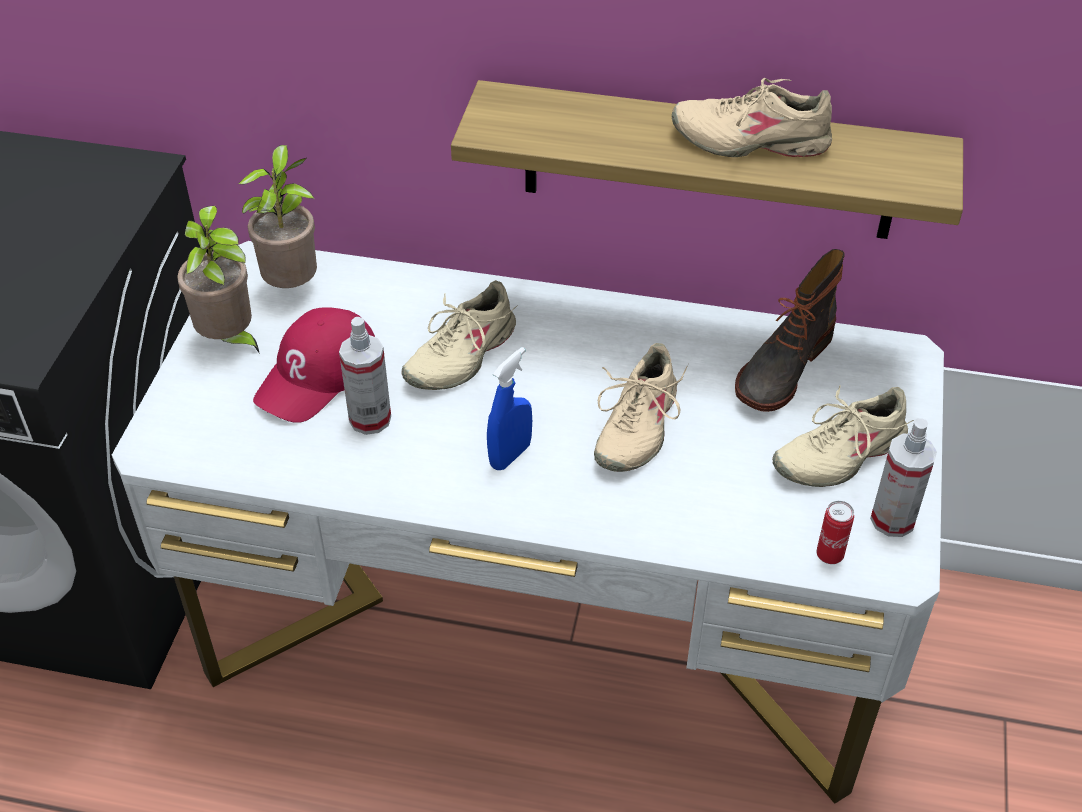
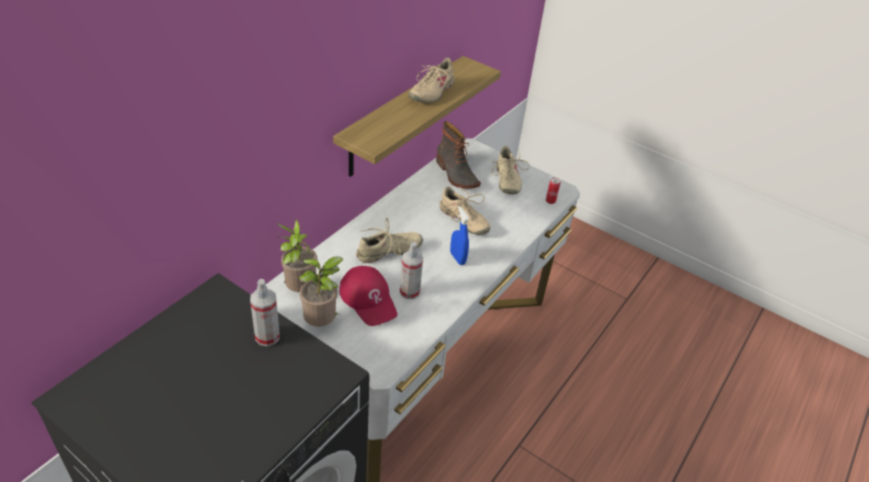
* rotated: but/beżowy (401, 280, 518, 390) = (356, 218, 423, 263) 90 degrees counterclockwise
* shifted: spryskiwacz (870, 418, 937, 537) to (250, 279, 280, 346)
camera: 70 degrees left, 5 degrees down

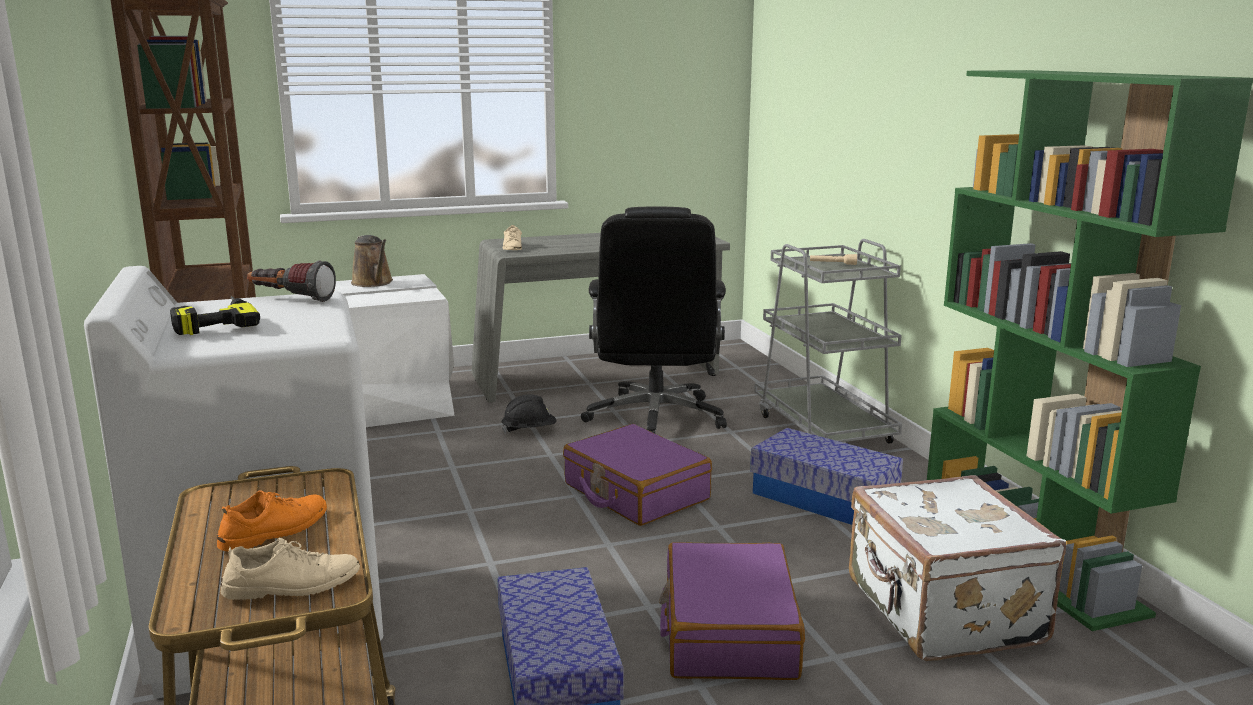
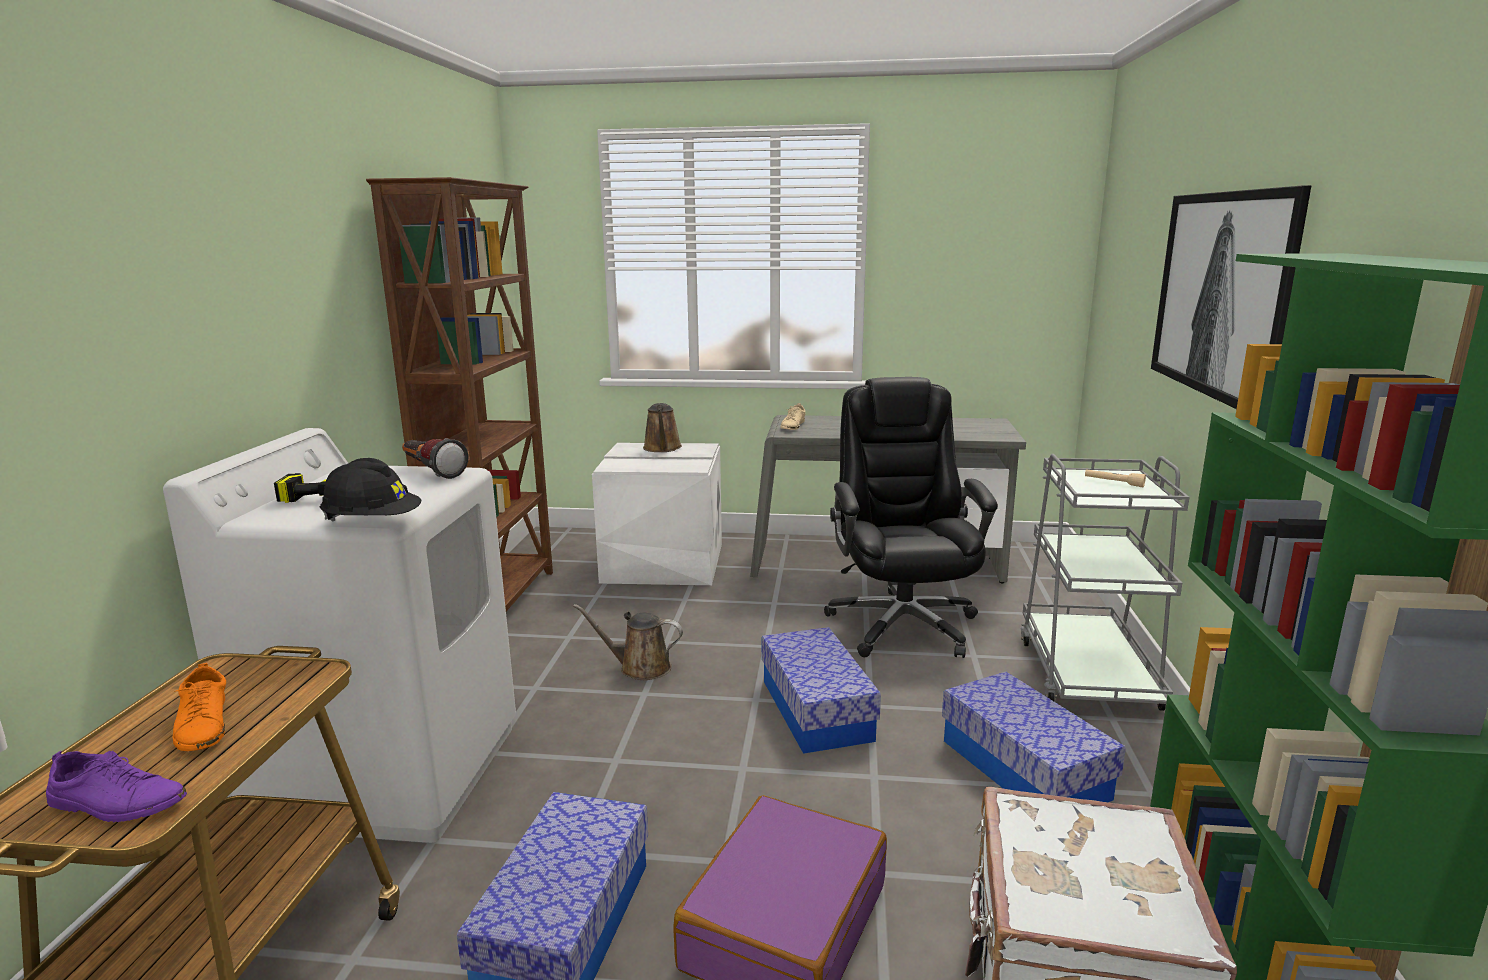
* rotated: but/pomarańczowy (217, 490, 327, 552) = (173, 663, 226, 751) 90 degrees clockwise
* repainted: but/beżowy (221, 538, 360, 600) to but/fioletowy (46, 750, 187, 822)
* shifted: kask/czarny (501, 395, 557, 434) to (320, 458, 421, 522)
* swapped: walizka/fioletowy (563, 424, 712, 526) to pojemnik do przechowywania (762, 627, 881, 754)
* rotated: krzesło biurowe/czarny (581, 206, 727, 433) = (824, 377, 998, 658) 150 degrees clockwise
* new: konewka/brązowy (573, 604, 683, 680)
* new: obraz (1151, 185, 1312, 409)
camera: 25 degrees right, 0 degrees up

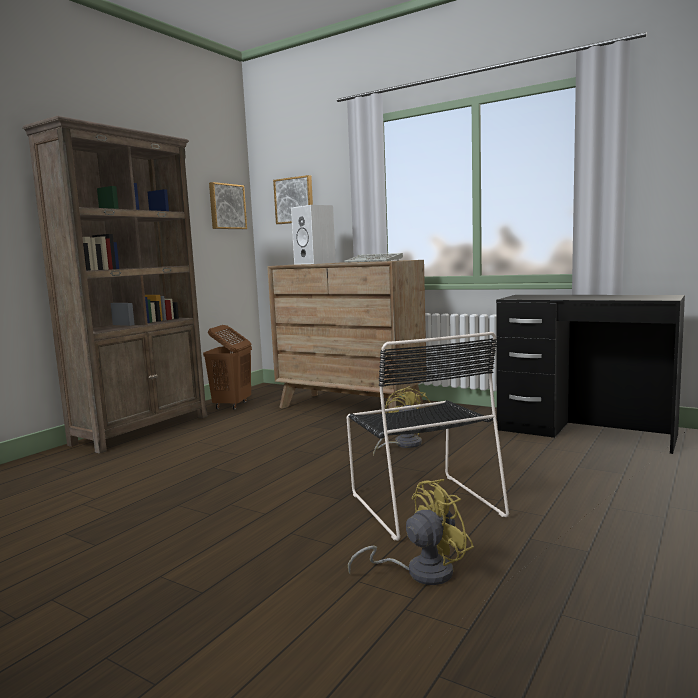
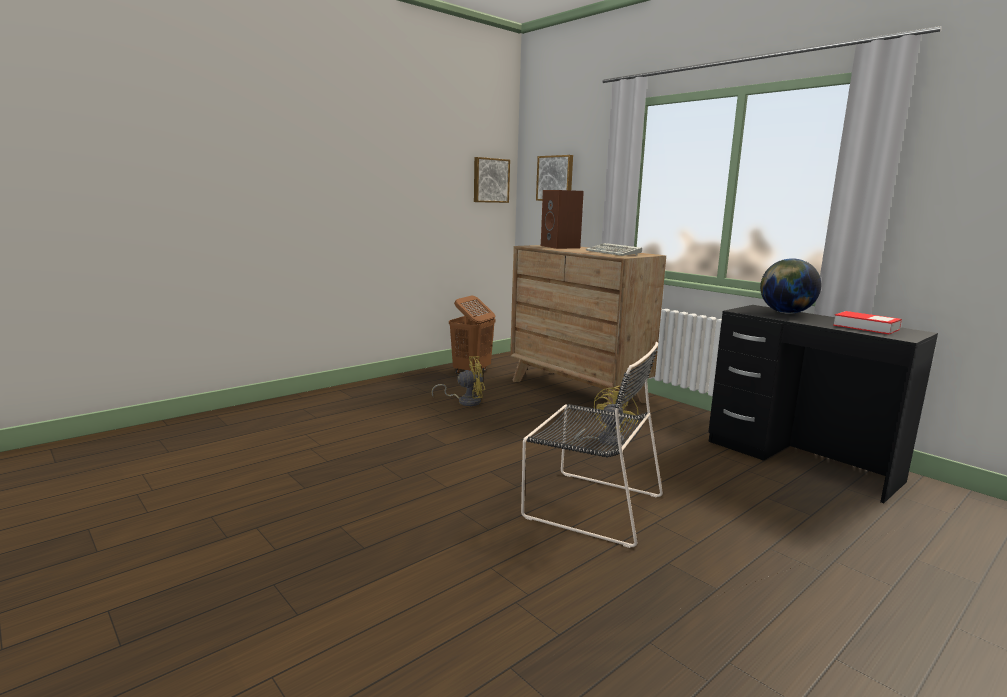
* gone: regał/brązowy (23, 116, 208, 454)
* repainted: głośnik/biały (291, 205, 336, 265) to głośnik/brązowy (541, 190, 584, 249)
* rotated: krzesło/czarny (347, 332, 509, 541) = (521, 342, 663, 548) 60 degrees counterclockwise
* shifted: wentylator/żółty (348, 479, 474, 585) to (431, 356, 485, 406)
* new: globus (760, 258, 821, 314)
* new: książka (833, 311, 902, 334)
camera: 15 degrees right, 5 degrees up

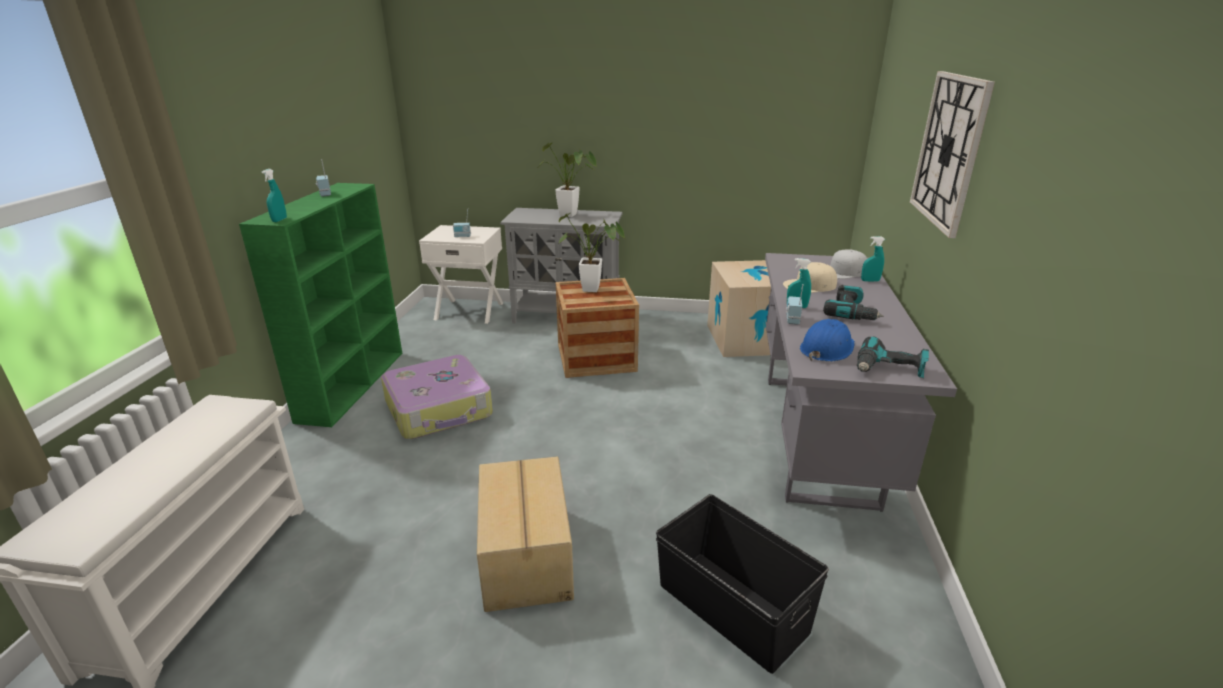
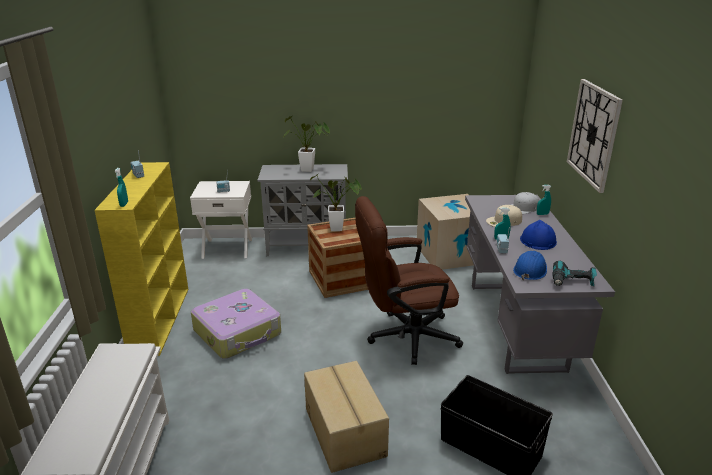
* repainted: regał/zielony (239, 183, 402, 427) to regał/żółty (94, 162, 188, 356)
* swapped: wiertarka (823, 285, 884, 320) to kask/niebieski (520, 220, 557, 250)
* new: krzesło biurowe/brązowy (355, 196, 463, 365)
camera: 10 degrees left, 0 degrees up

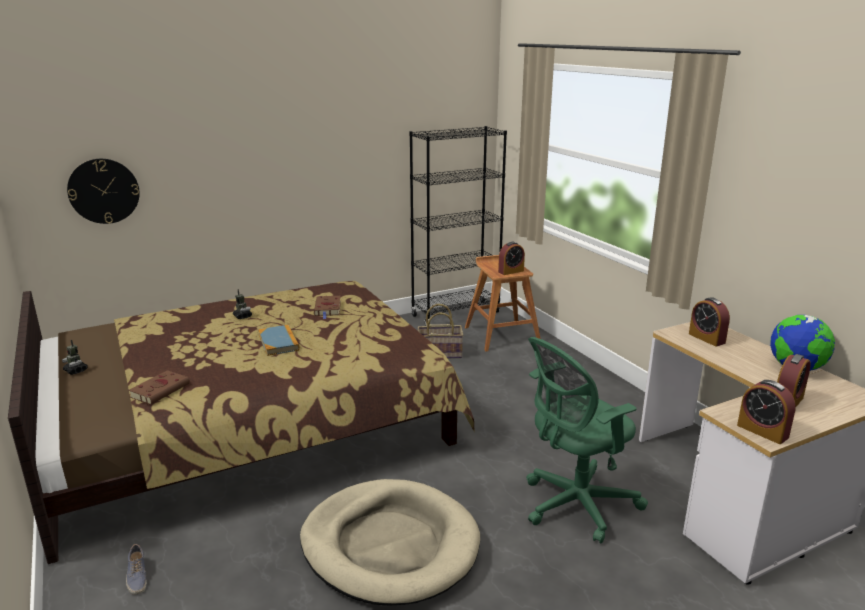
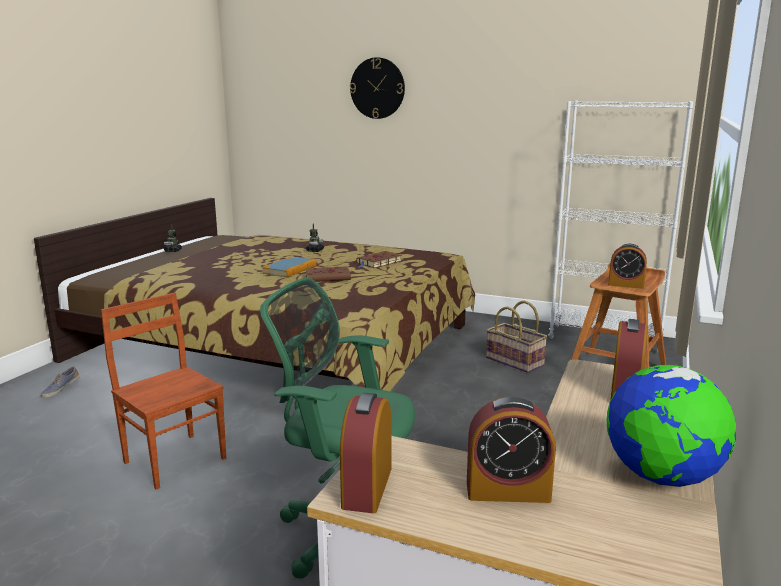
* shifted: zegar ścienny (67, 159, 140, 224) to (350, 57, 405, 119)
* shifted: książka/brązowy (128, 370, 190, 405) to (306, 266, 358, 282)
* swapped: legowisko/beżowy (300, 479, 480, 606) to krzesło/brązowy (101, 293, 226, 490)
* repainted: regał/czarny (409, 126, 507, 326) to regał/biały (548, 100, 693, 353)
camera: 50 degrees right, 5 degrees down

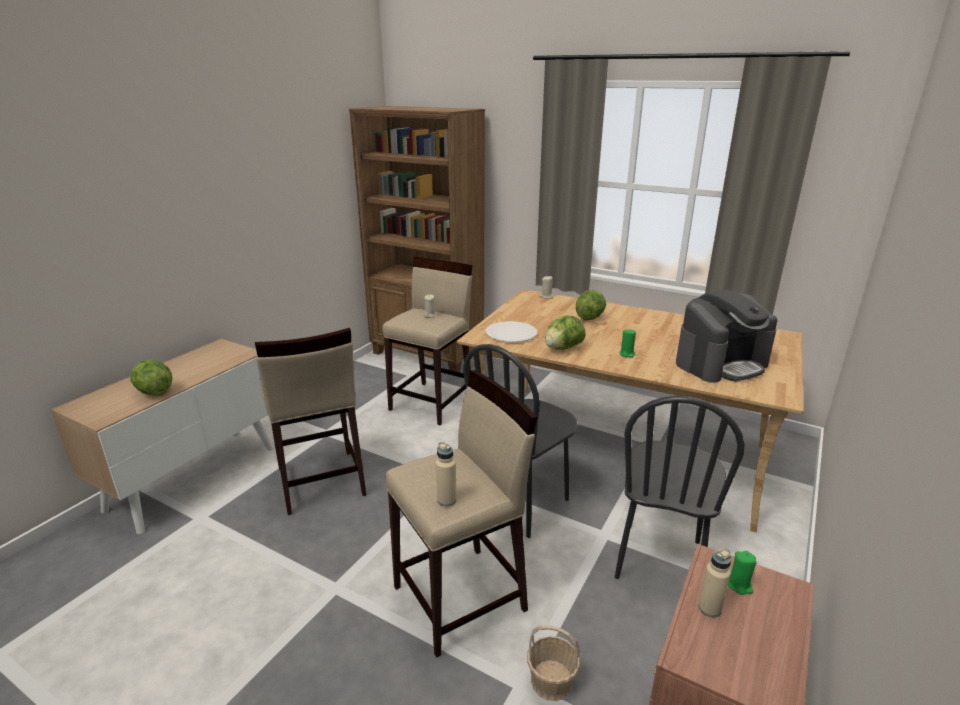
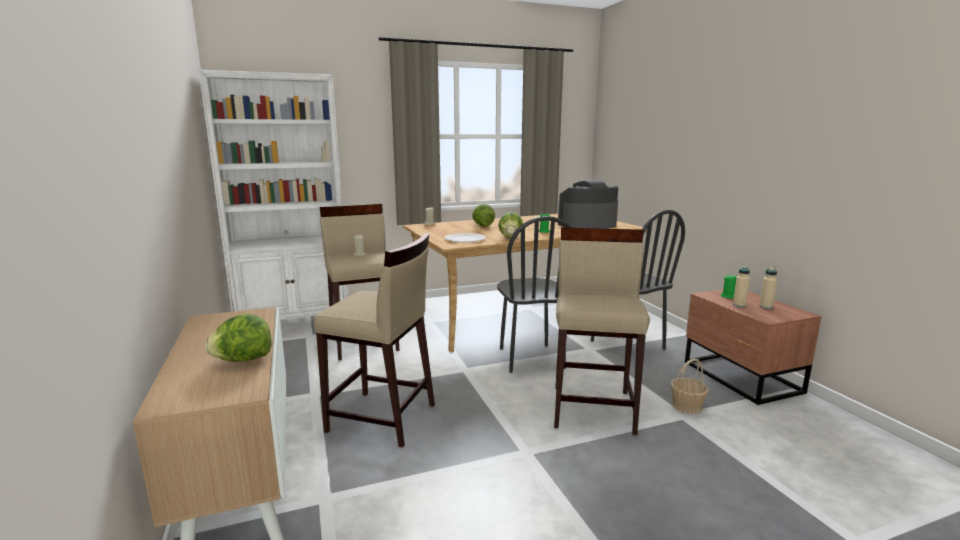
* repainted: regał/brązowy (349, 106, 485, 372) to regał/biały (199, 70, 349, 320)
* shifted: butelka/beżowy (436, 442, 457, 506) to (759, 267, 777, 309)
* rotated: ekspres do kawy (676, 290, 777, 383) = (558, 180, 618, 229) 120 degrees counterclockwise
camera: 50 degrees left, 10 degrees down

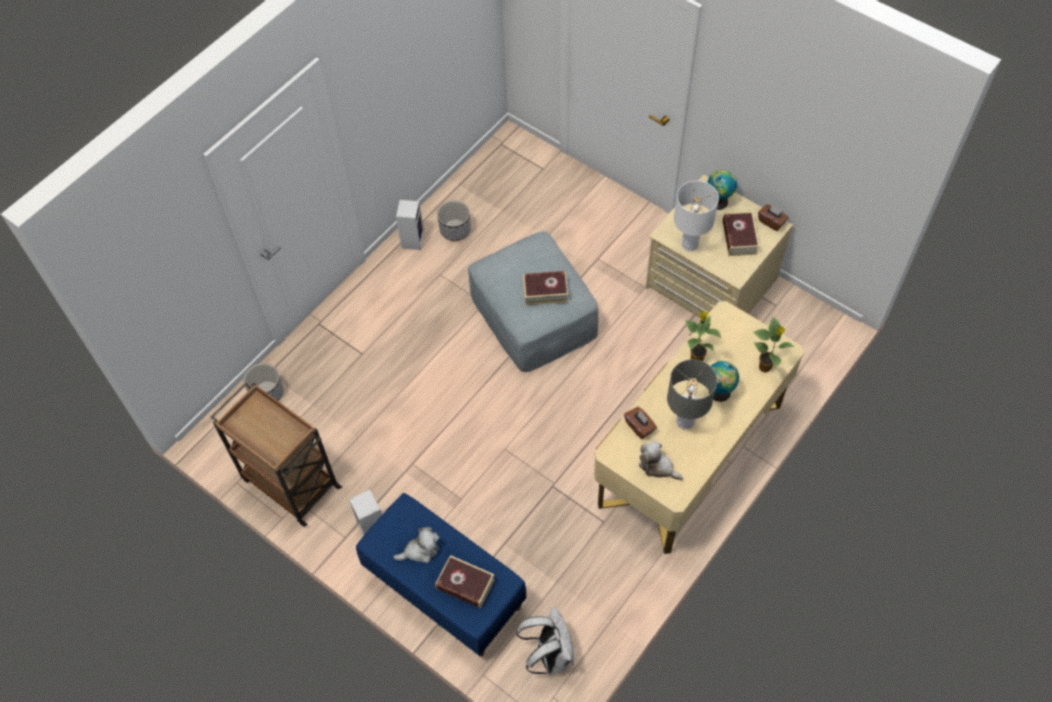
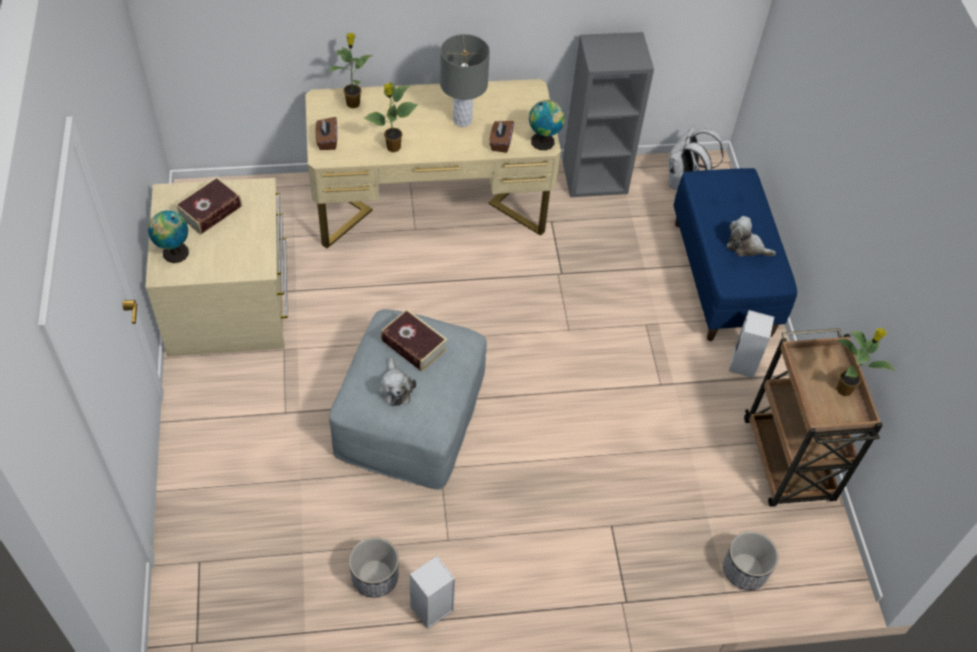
* gone: książka (435, 555, 495, 609)
* shifted: pluszak (639, 440, 683, 480) to (378, 358, 416, 406)
* gone: lampa stołowa/biały (674, 181, 719, 252)
* shifted: globus (709, 361, 739, 402) to (529, 100, 565, 150)
* shifted: pudełko chusteczek/brązowy (758, 204, 789, 231) to (315, 117, 337, 150)
* new: regał/szary (563, 32, 654, 197)
* new: roślina doniczkowa (836, 328, 895, 396)
camera: 140 degrees left, 5 degrees down

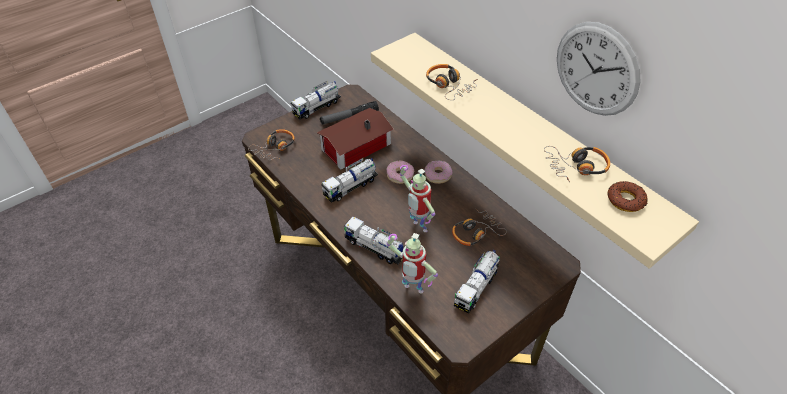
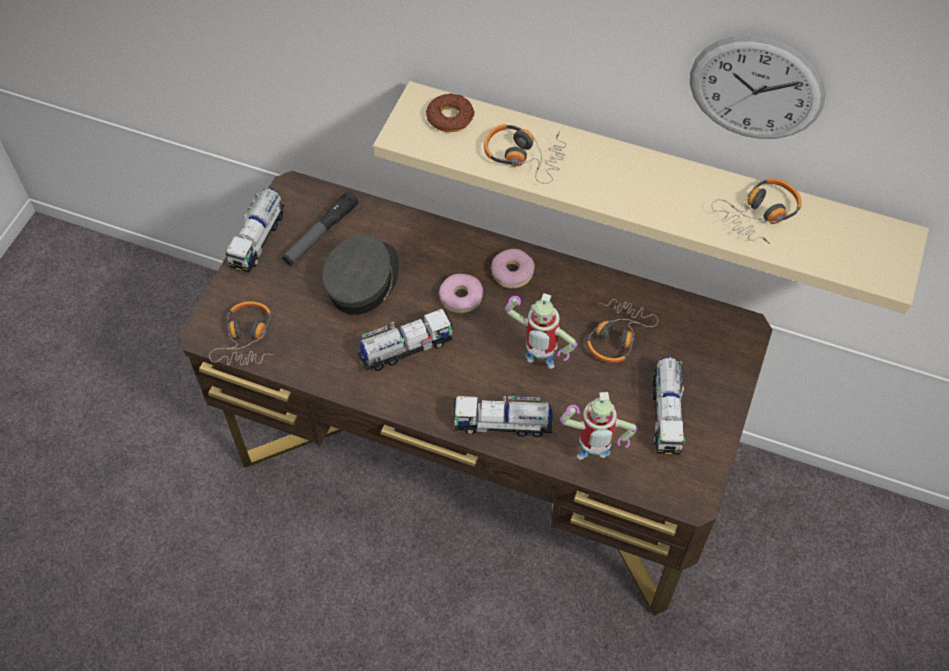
* swapped: domek (317, 108, 393, 169) to czapka z daszkiem/szary (322, 235, 399, 315)
* rotated: ciężarówka zabawkowa (321, 158, 378, 203) = (357, 309, 453, 371) 135 degrees counterclockwise
* shifted: donut (607, 181, 648, 212) to (426, 93, 475, 132)
camera: 30 degrees left, 10 degrees up

